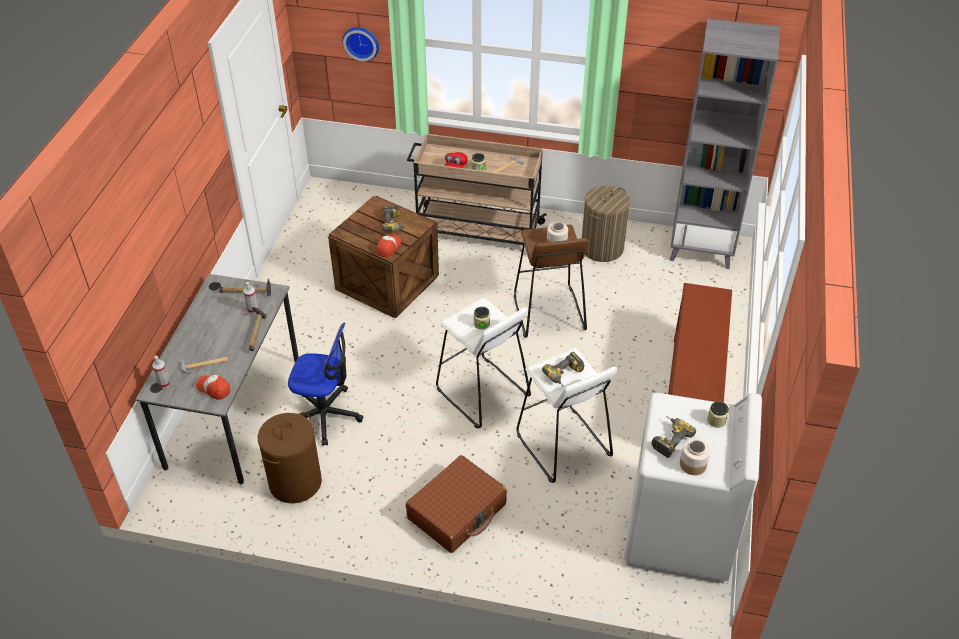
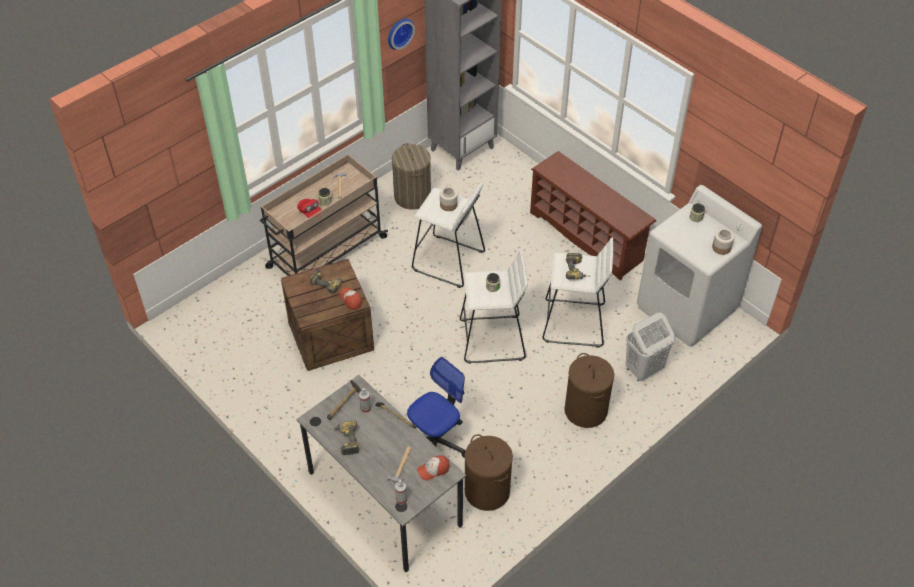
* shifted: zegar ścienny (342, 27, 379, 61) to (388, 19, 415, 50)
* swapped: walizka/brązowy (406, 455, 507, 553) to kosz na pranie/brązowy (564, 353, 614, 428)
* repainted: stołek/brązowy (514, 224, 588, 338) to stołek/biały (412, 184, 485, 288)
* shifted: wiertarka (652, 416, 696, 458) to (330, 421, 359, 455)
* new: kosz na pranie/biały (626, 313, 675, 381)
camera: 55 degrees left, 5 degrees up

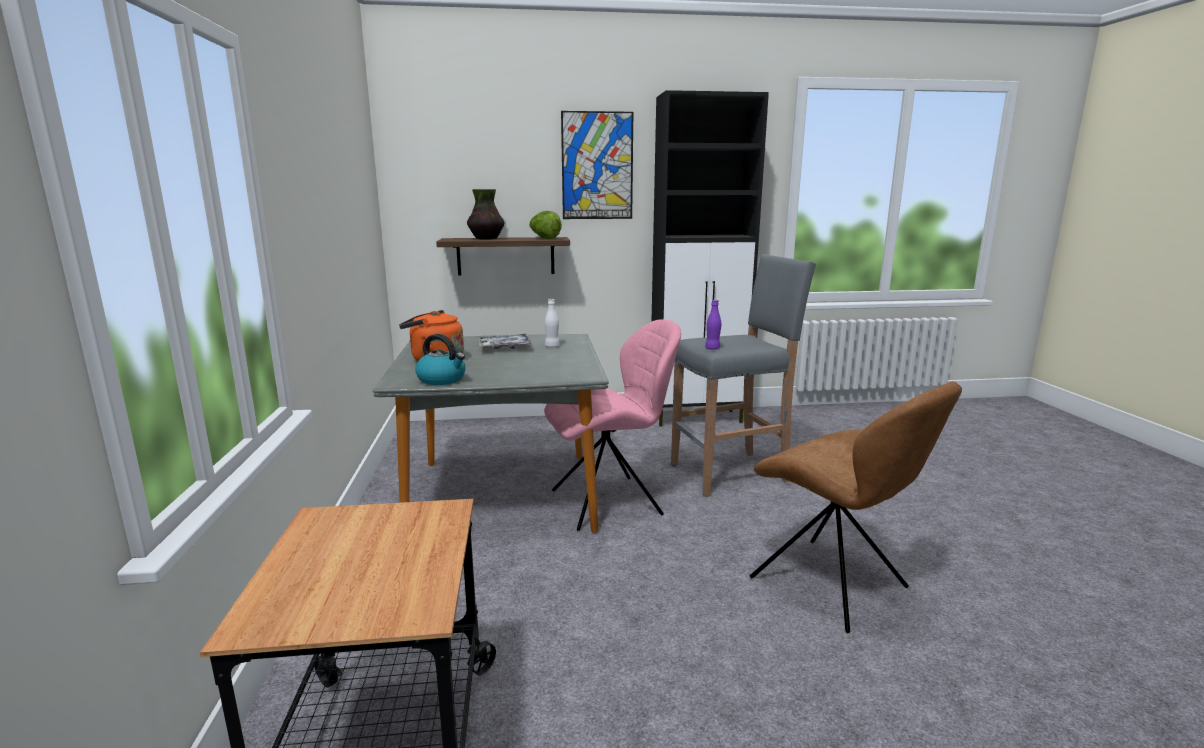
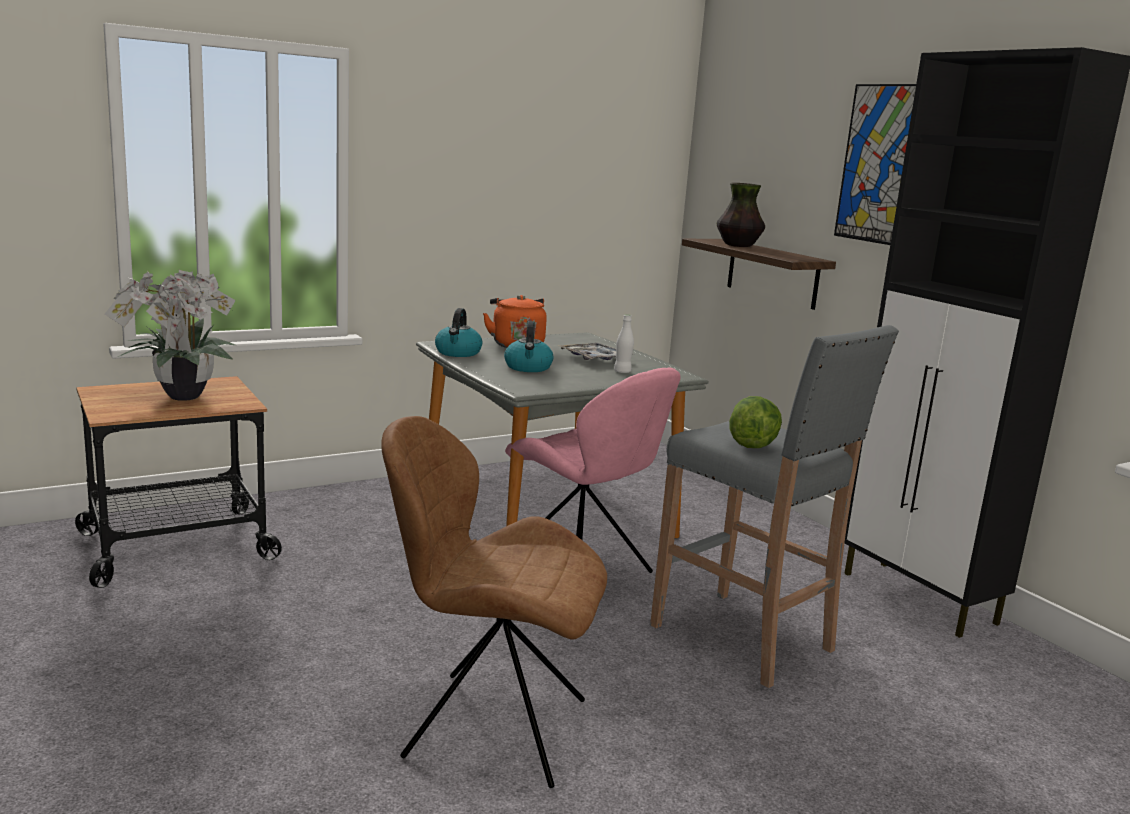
* shifted: sałata (529, 211, 562, 239) to (729, 396, 782, 448)
* gone: butelka/fioletowy (705, 300, 721, 350)
* rotated: krzesło/brązowy (750, 381, 962, 633) = (381, 416, 607, 788) 75 degrees clockwise
* new: roślina doniczkowa (105, 270, 236, 401)
* new: czajnik (504, 321, 554, 372)
camera: 65 degrees right, 0 degrees up

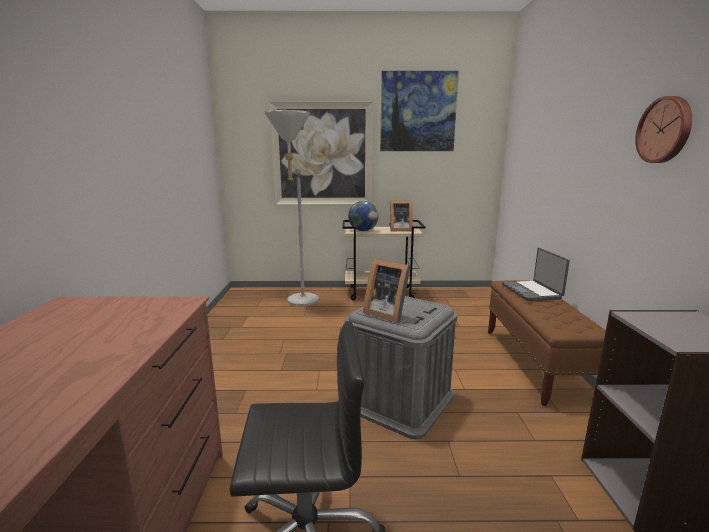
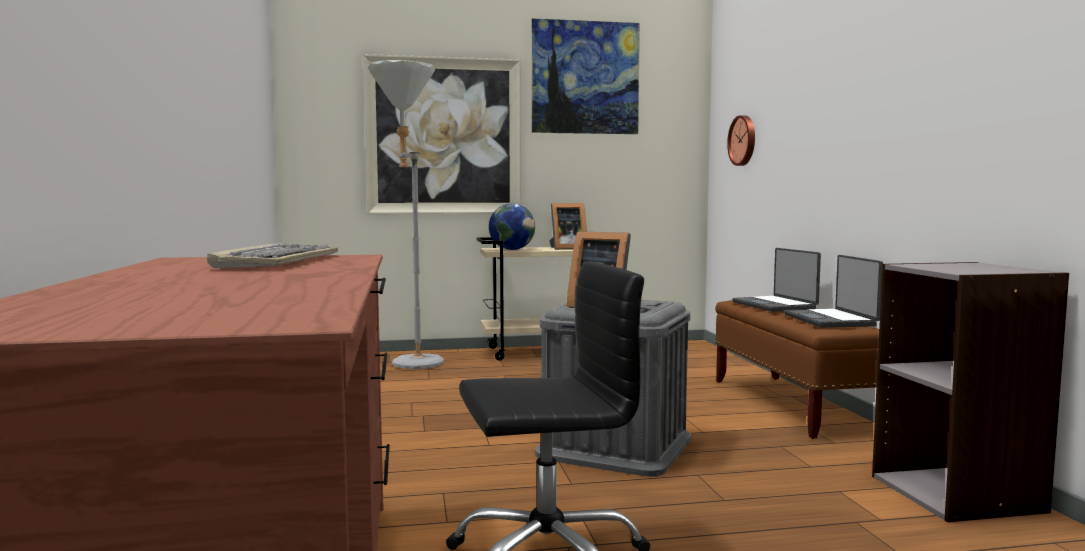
* shifted: zegar ścienny (635, 96, 692, 163) to (727, 115, 755, 166)
* new: klawiatura (207, 243, 338, 268)
* new: laptop (784, 255, 883, 328)
camera: 10 degrees left, 10 degrees down

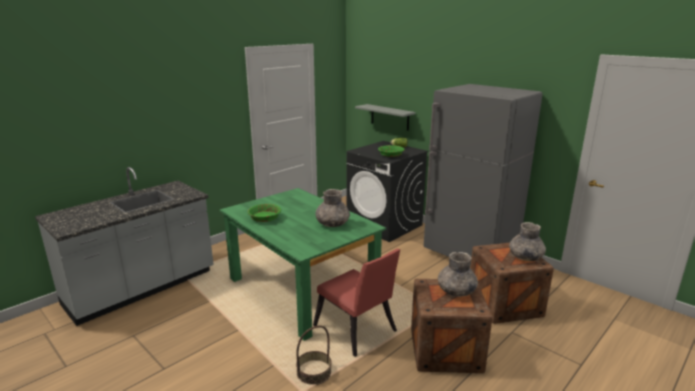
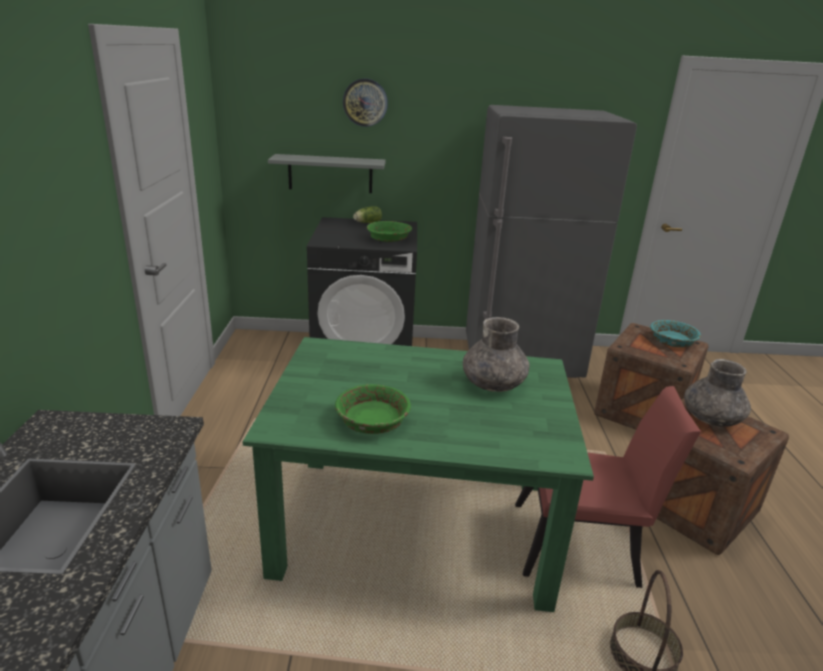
* swapped: wazon/szary (509, 222, 546, 261) to miska/turkusowy (650, 320, 701, 347)
* new: zegar ścienny (343, 78, 388, 127)
camera: 45 degrees left, 5 degrees up

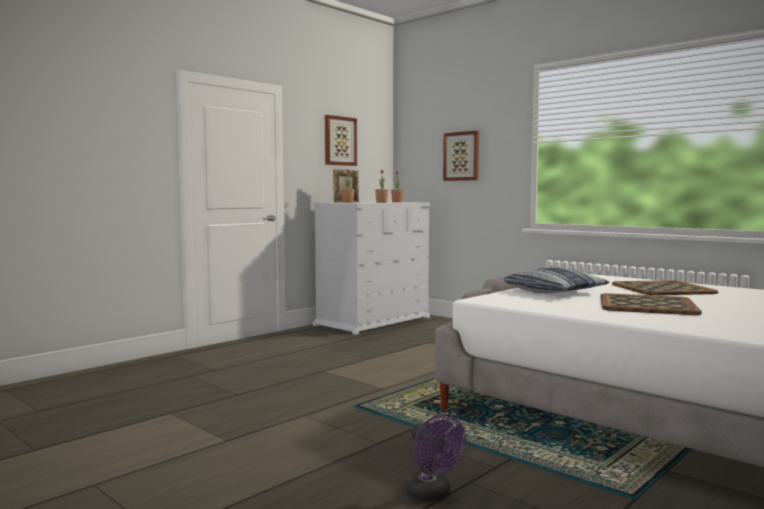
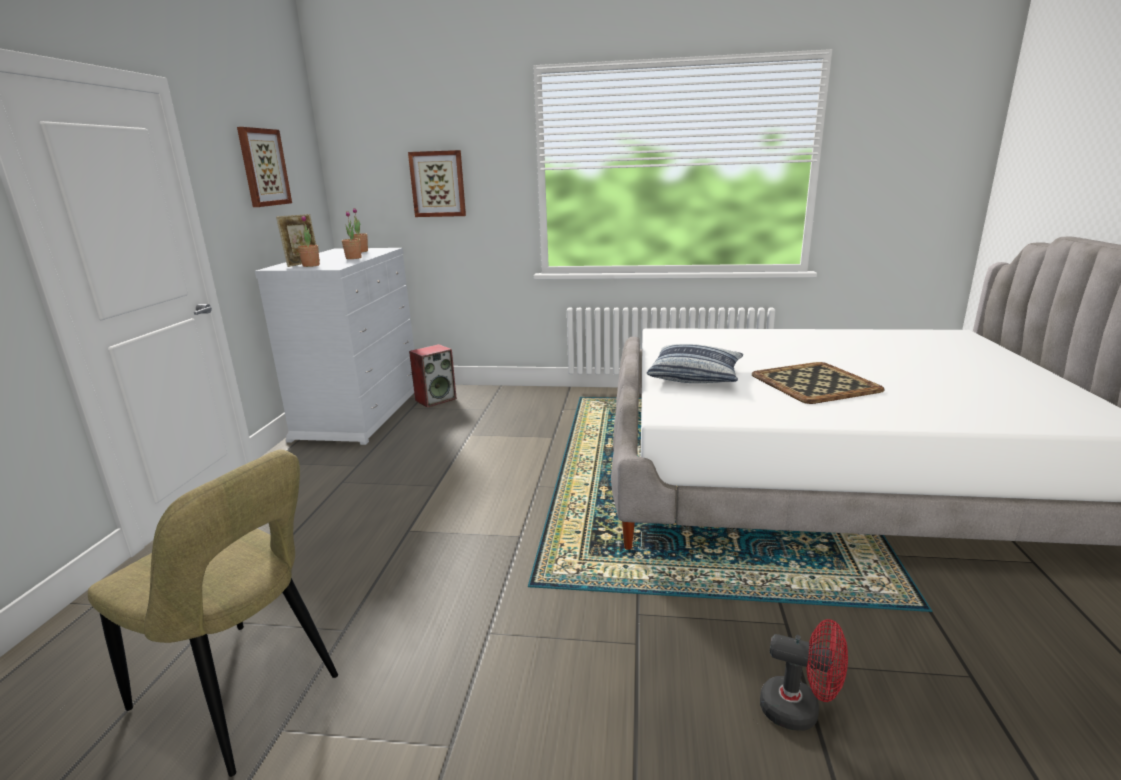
* repainted: wentylator/fioletowy (404, 414, 466, 502) to wentylator/czerwony (760, 619, 848, 731)
* gone: taca (612, 280, 718, 295)
* new: krzesło/beżowy (88, 450, 338, 777)
* new: głośnik (409, 344, 457, 408)
camera: 35 degrees left, 15 degrees up

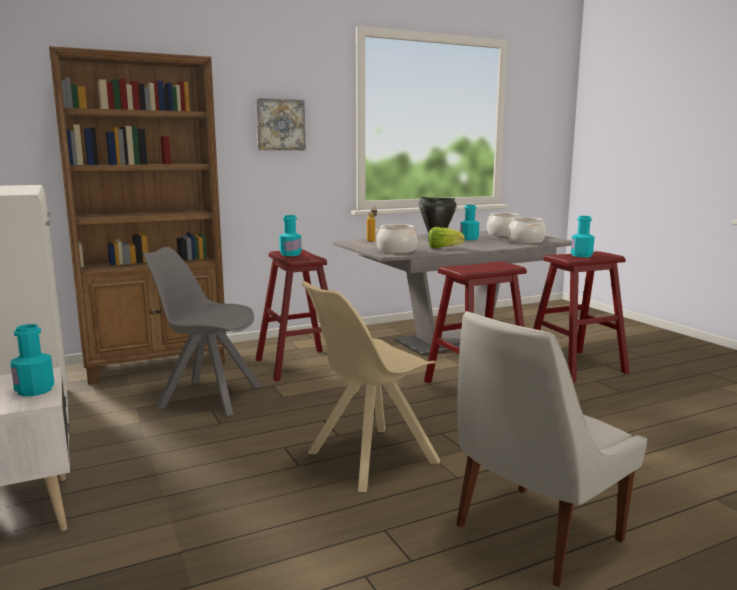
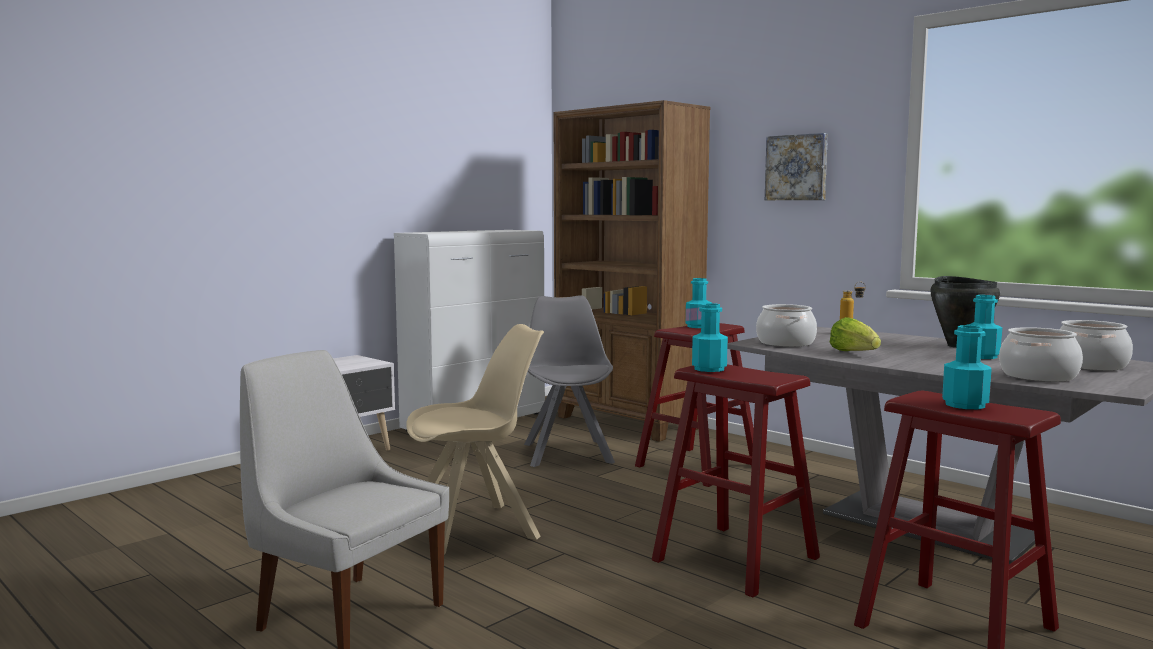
* shifted: butelka/turkusowy (10, 324, 54, 396) to (692, 303, 728, 372)
* rotated: krzesło/beżowy (302, 281, 440, 492) = (407, 324, 544, 554) 120 degrees clockwise
camera: 70 degrees right, 5 degrees down

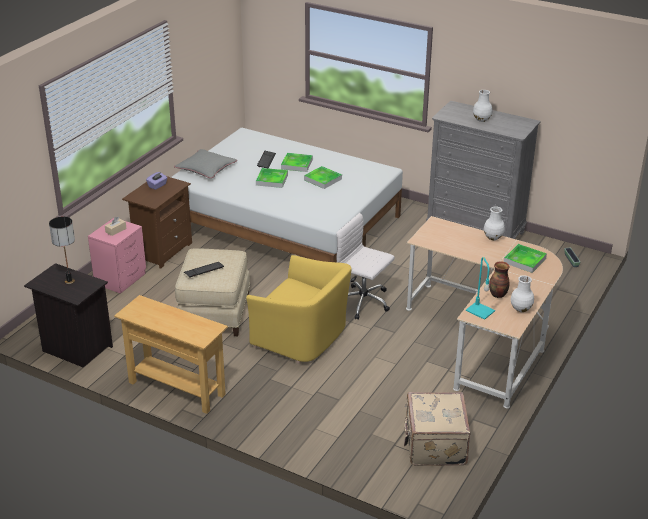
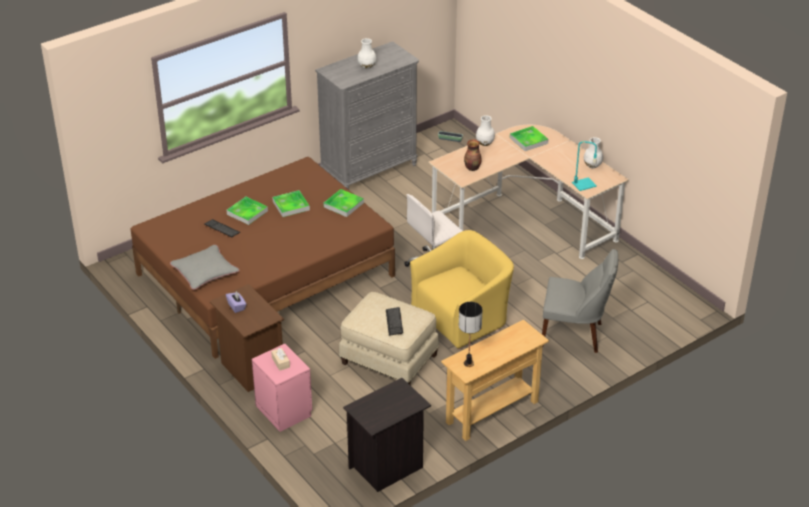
* shifted: lampa stołowa (49, 217, 75, 284) to (459, 302, 483, 367)
* repainted: łóżko/biały (171, 128, 403, 262) to łóżko/brązowy (130, 157, 395, 359)
* shifted: taca (256, 168, 288, 188) to (323, 189, 364, 217)
* gone: walizka/beżowy (404, 392, 470, 466)
* shifted: wazon (489, 262, 510, 298) to (464, 139, 481, 171)
* new: krzesło/szary (542, 249, 618, 353)
camera: 65 degrees left, 5 degrees up

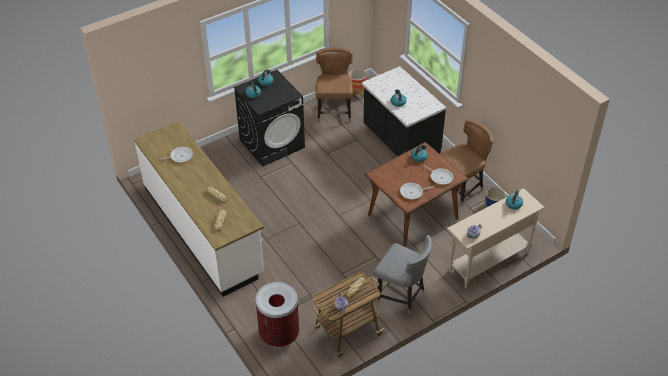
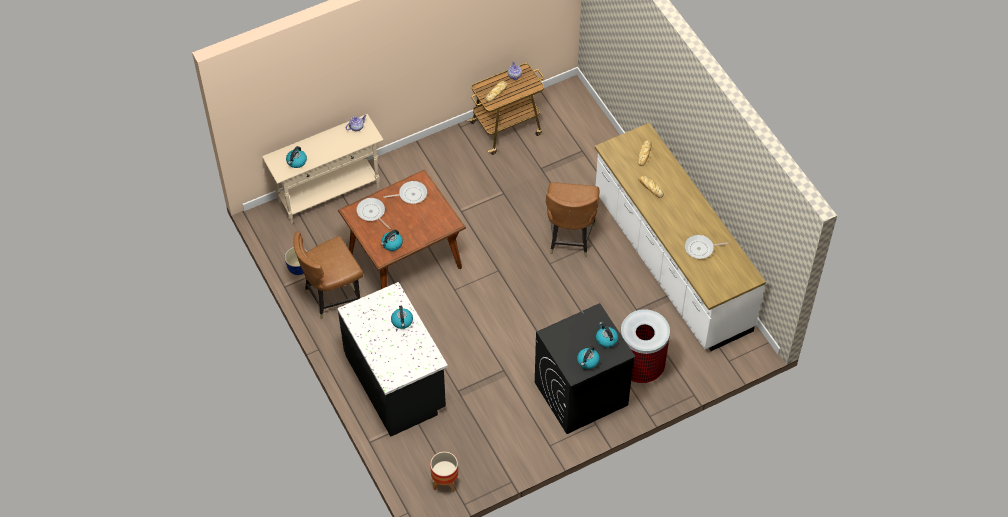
* shifted: kosz na śmieci (256, 282, 299, 348) to (620, 309, 670, 384)
* shifted: krzesło/brązowy (316, 48, 353, 122) to (546, 182, 599, 257)
* gone: krzesło/szary (373, 235, 432, 314)
camera: 175 degrees left, 10 degrees up

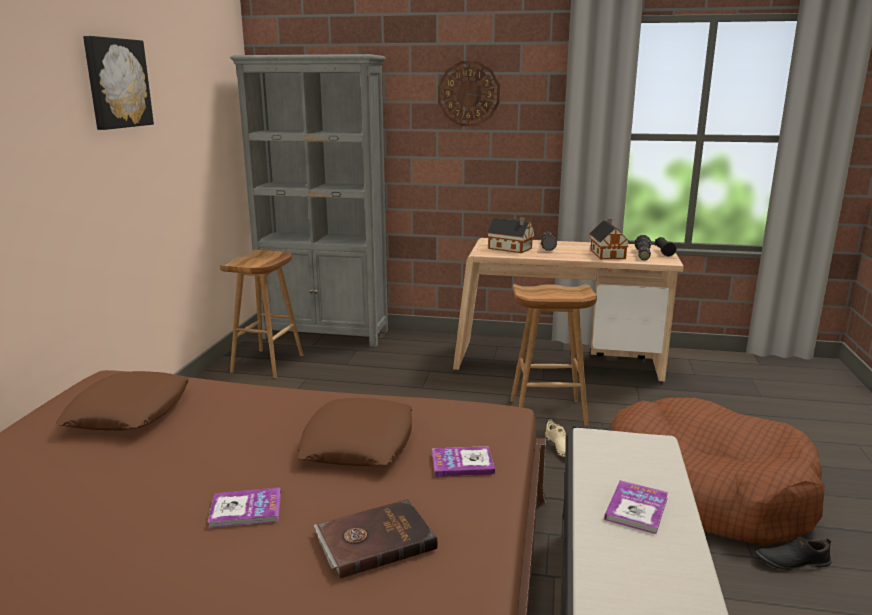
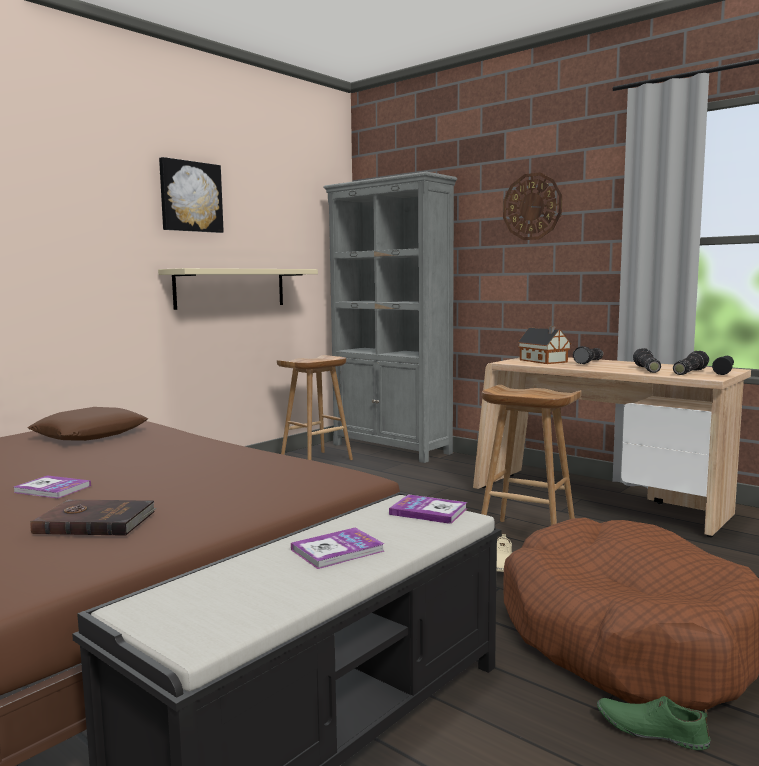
* gone: poduszka/brązowy (297, 398, 412, 466)
* shifted: książka (432, 446, 495, 477) to (389, 494, 467, 524)
* swapped: domek (589, 218, 629, 260) to latarka (633, 348, 661, 373)
* repainted: but/czarny (755, 537, 832, 570) to but/zielony (597, 696, 710, 750)
* new: półka/beżowy (158, 268, 318, 310)
camera: 30 degrees right, 10 degrees down

